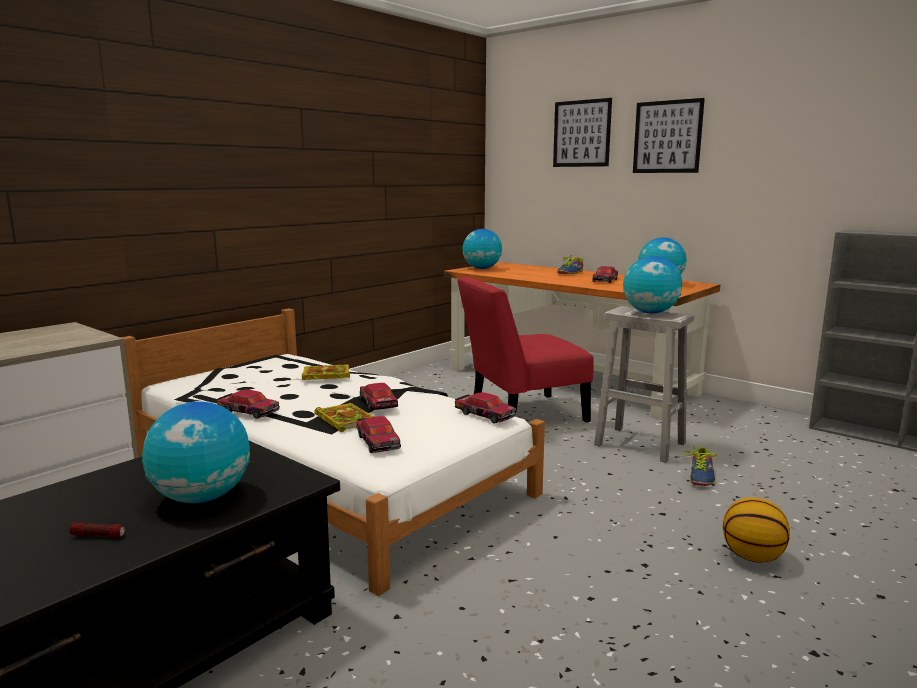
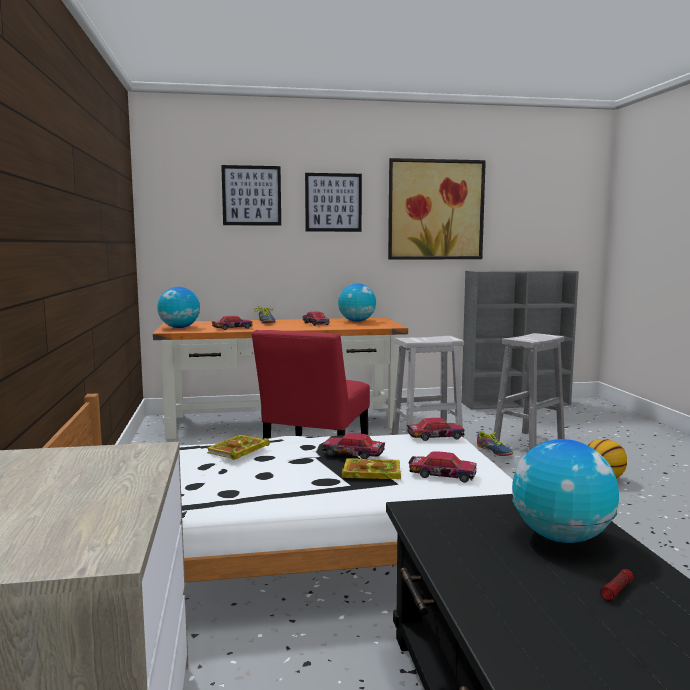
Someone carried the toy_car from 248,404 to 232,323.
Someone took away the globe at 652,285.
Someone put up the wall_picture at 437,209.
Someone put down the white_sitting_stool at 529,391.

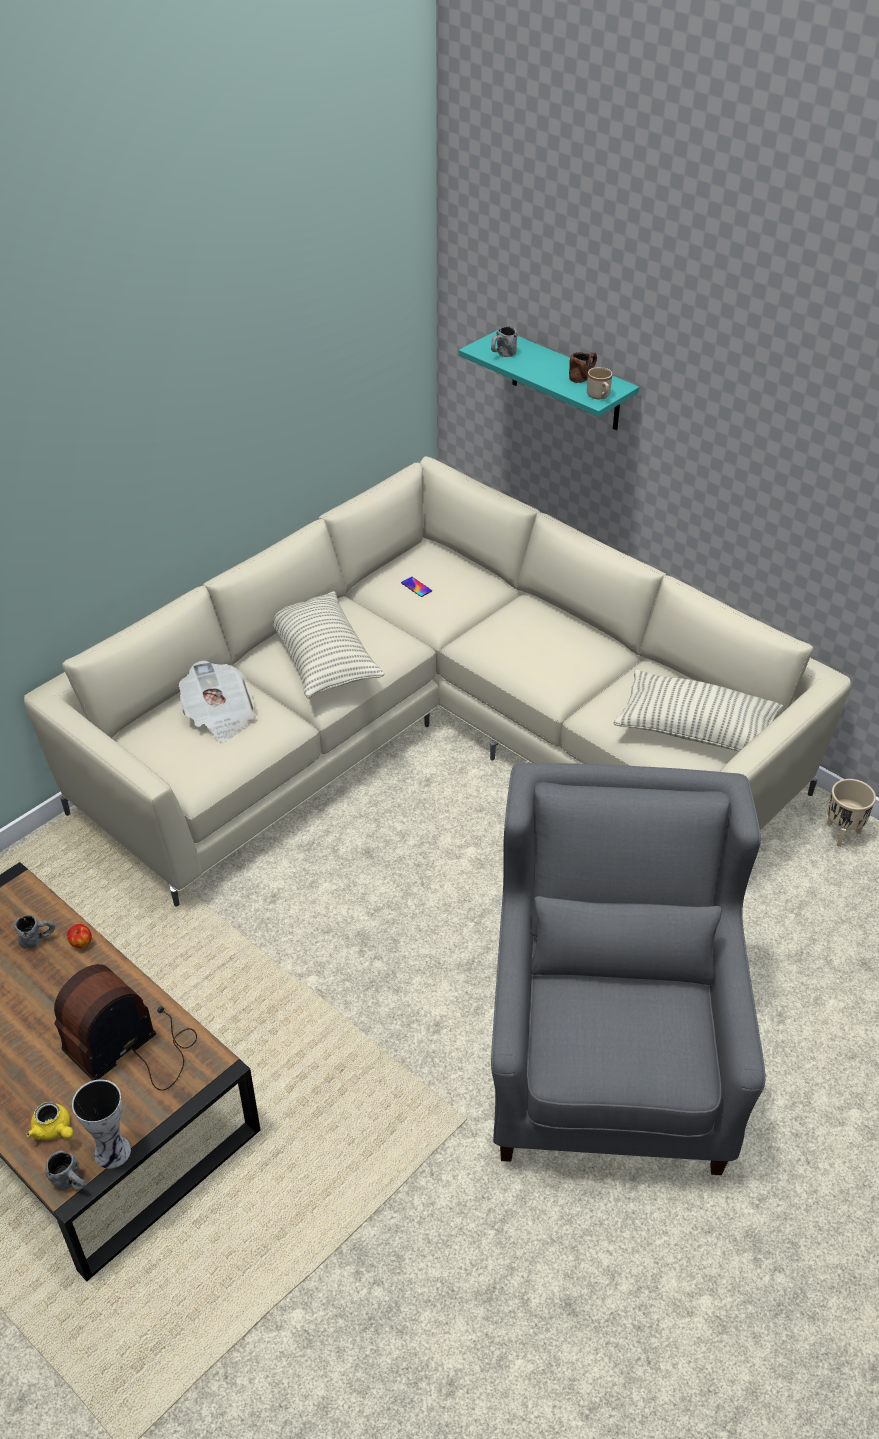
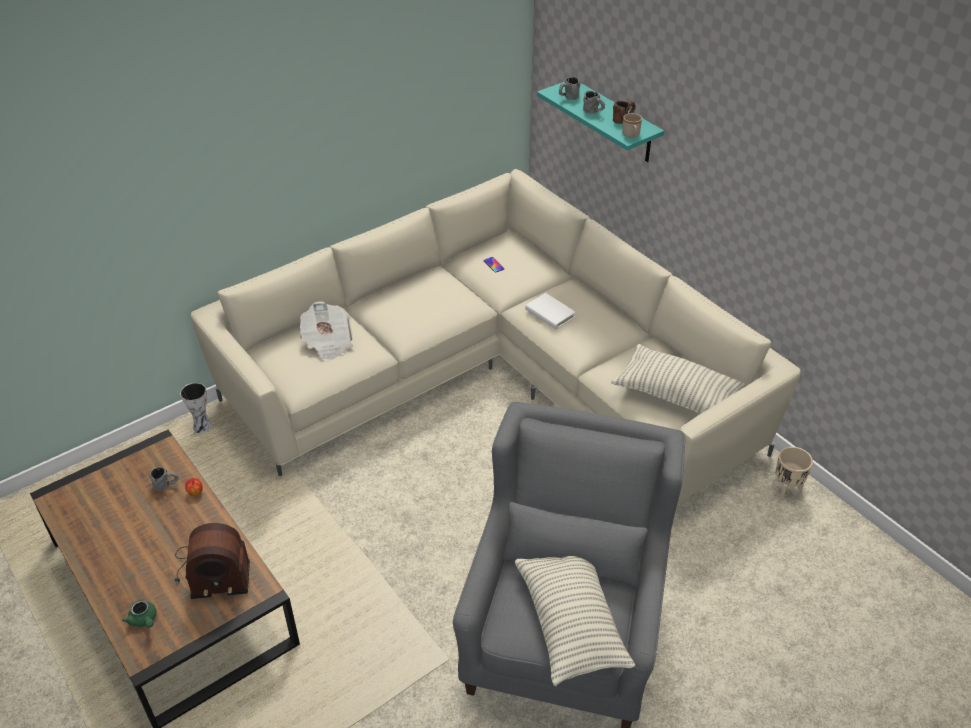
Someone repainted the yellowish_teapot at 49,1121, which became the green_teapot at 139,614.
Someone carried the grey_tea_mug from 65,1170 to 594,102.
Someone rotated the radio_receiver at 125,1027 by 150 degrees counterclockwise.
Someone carried the decorative_vase from 101,1124 to 196,408.
Someone carried the cushion from 328,645 to 575,621.
Someone put down the white_volume at 550,311.

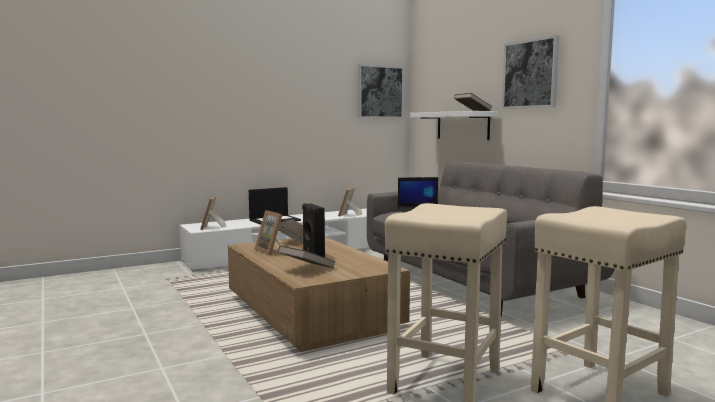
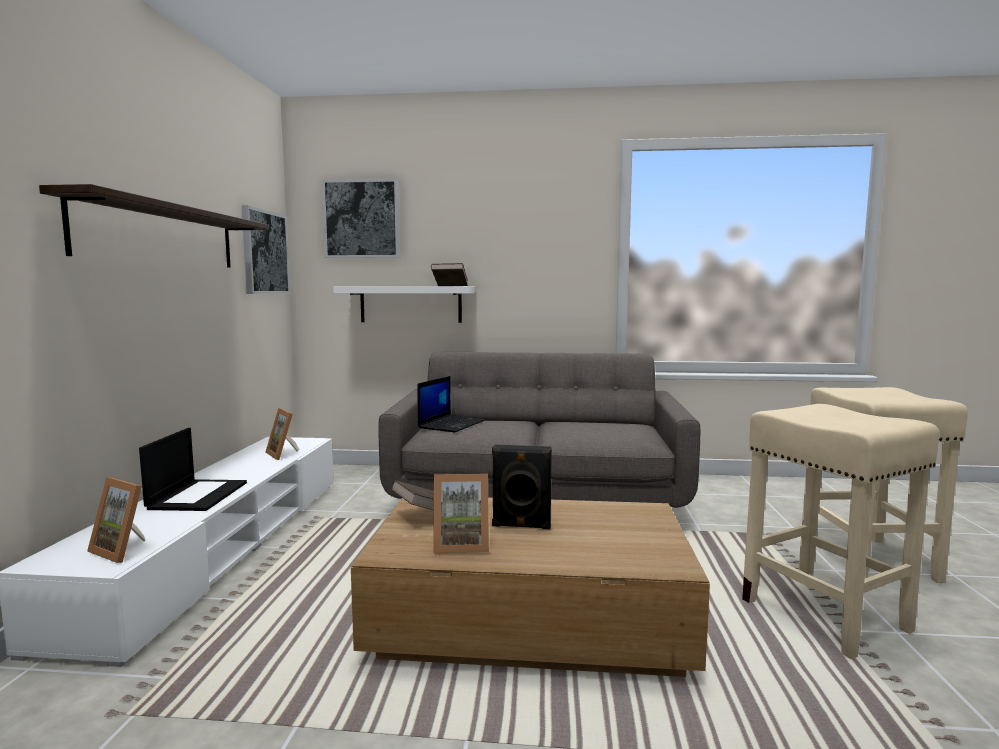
Someone took away the brown-coloured_volume at 307,257.
Someone carried the wall_picture from 531,72 to 361,218.
Someone put up the wall_shelf at 154,226.

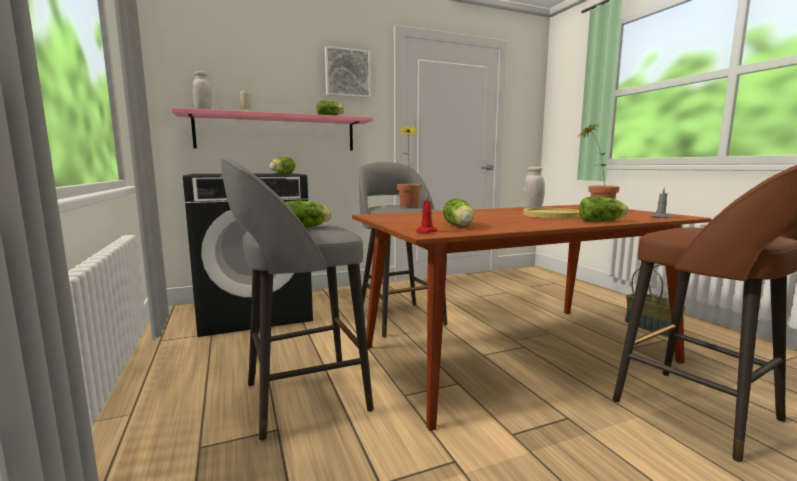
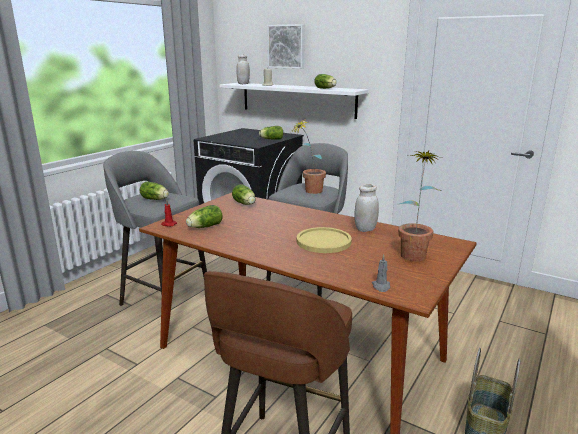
Someone repainted the pink_wall_shelf at 272,129, which became the white_wall_shelf at 294,101.
Someone carried the wall_picture from 348,72 to 286,46.
Someone carried the head_of_lettuce from 603,209 to 244,194.

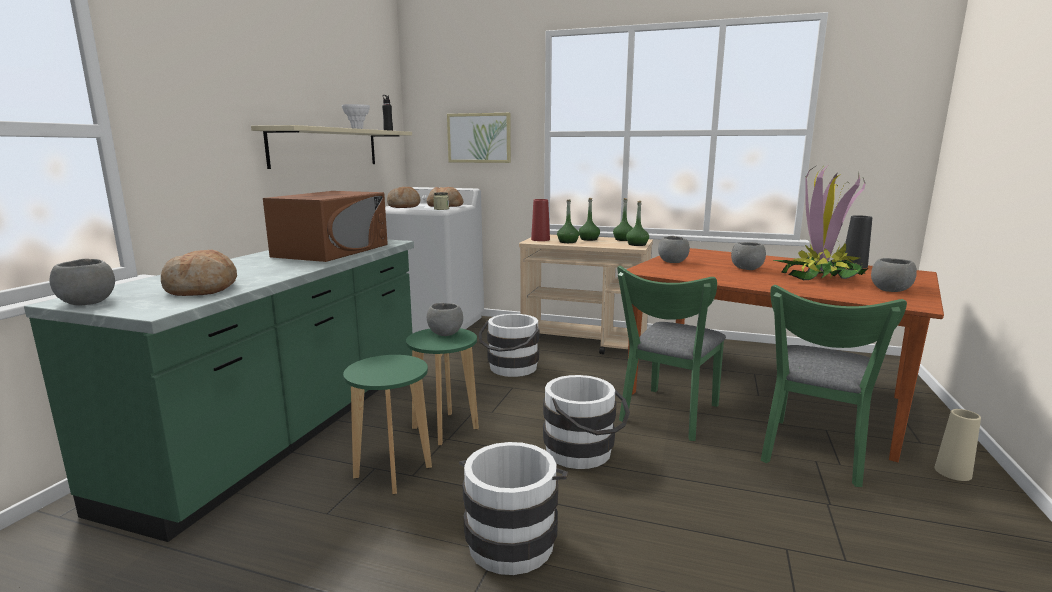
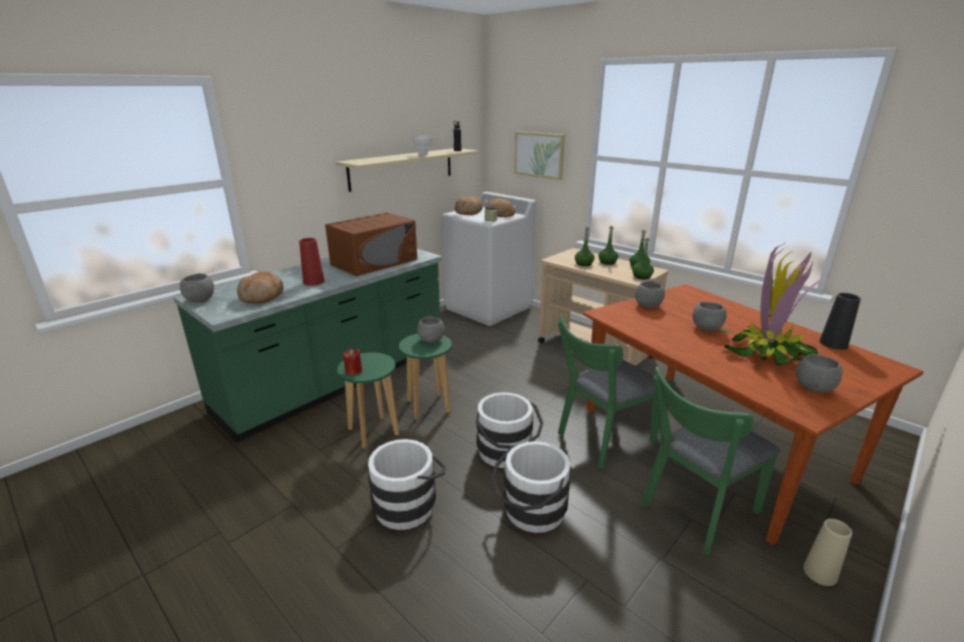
Someone carried the white_water_bucket from 509,345 to 531,487.
Someone carried the reddish_decorative_vase from 540,220 to 311,262.
Someone put down the reddish_wax_light at 352,362.

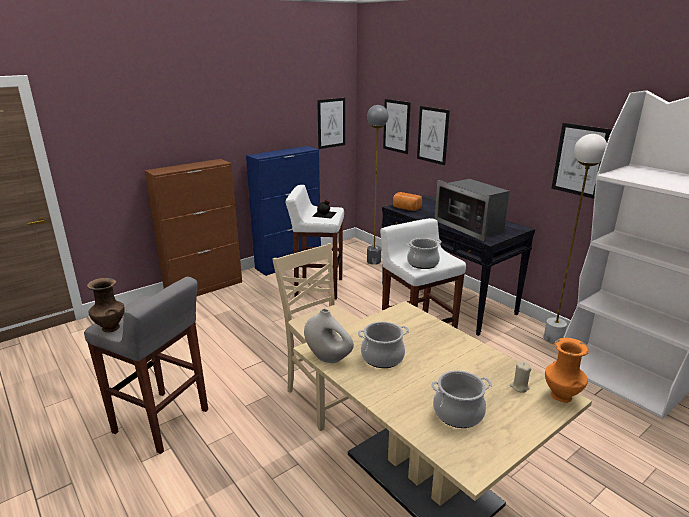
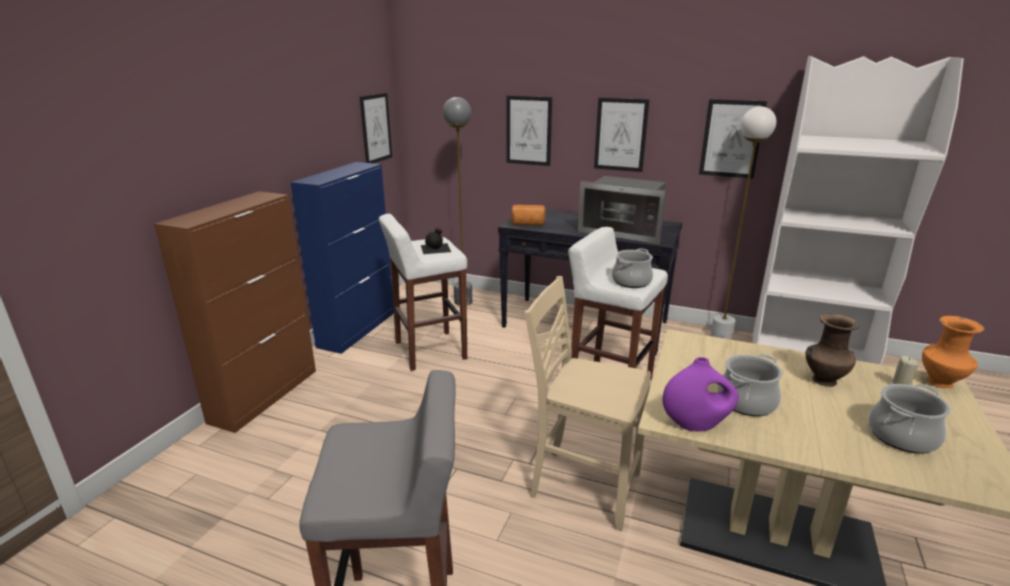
Someone carried the brown-coloured_decorative_vase from 106,305 to 833,350.
Someone repainted the white_decorative_vase at 329,336, which became the purple-coloured_decorative_vase at 700,394.
Someone carried the wall_picture from 397,126 to 621,135.

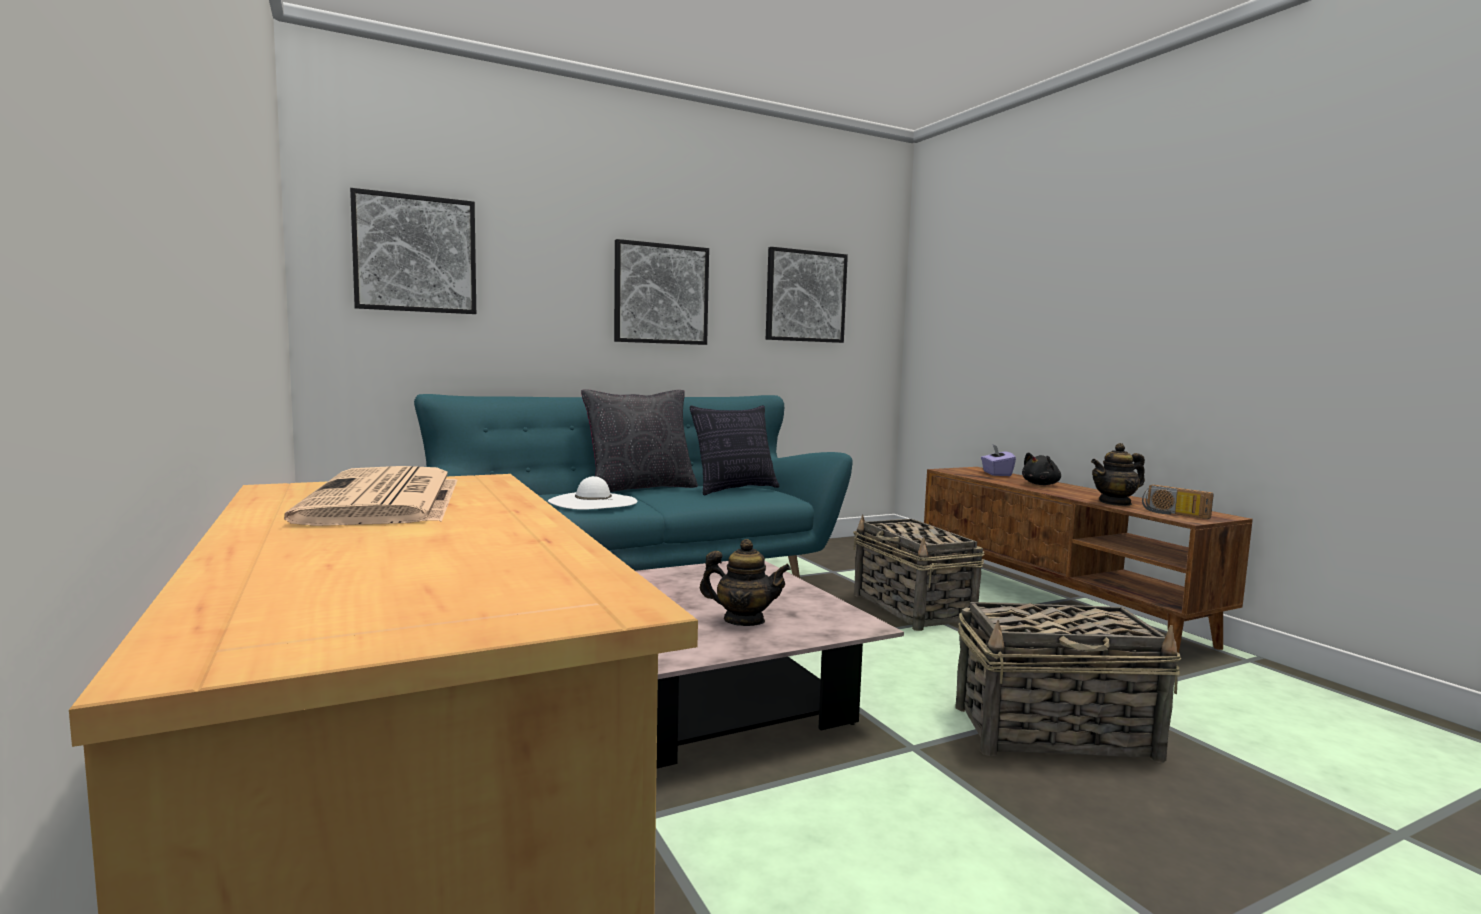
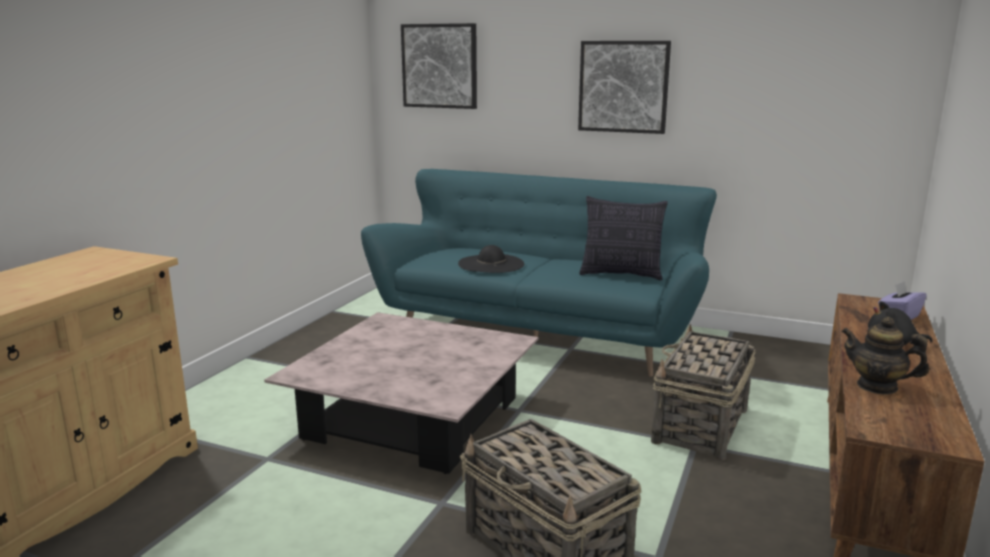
Someone took away the newspaper at 370,496.
Someone repainted the white_wearable_hat at 592,493, which became the black-coloured_wearable_hat at 491,259.
Someone took away the black-coloured_cushion at 639,440.
Someone took away the teapot at 745,582.
Someone took away the wall_picture at 807,295.
Someone took away the radio_receiver at 1178,502.

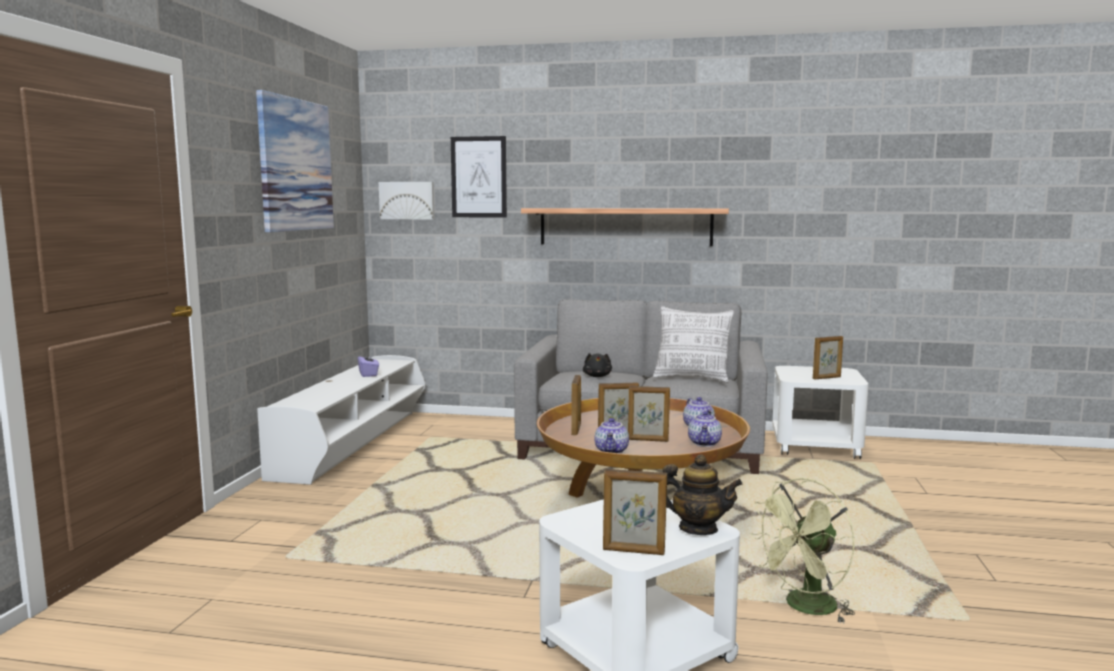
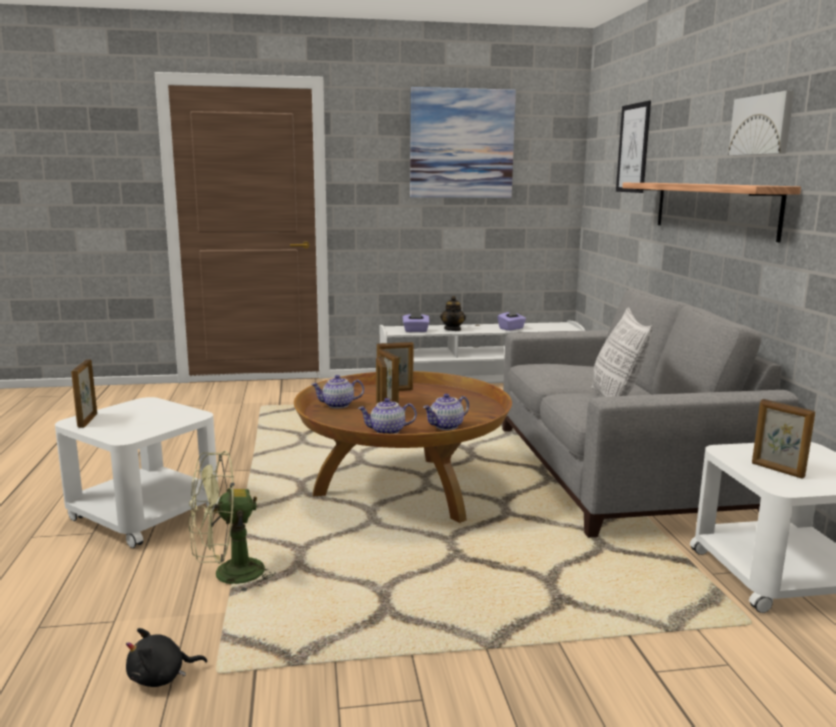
Someone carried the wall_picture from 406,200 to 761,123.
Someone carried the black-coloured_cuddly_toy from 597,365 to 166,657.
Someone carried the teapot from 702,495 to 453,313.
Someone rotated the green_cooling_fan at 802,551 by 60 degrees counterclockwise.
Someone put down the purple-coloured_tissue_box at 416,321.

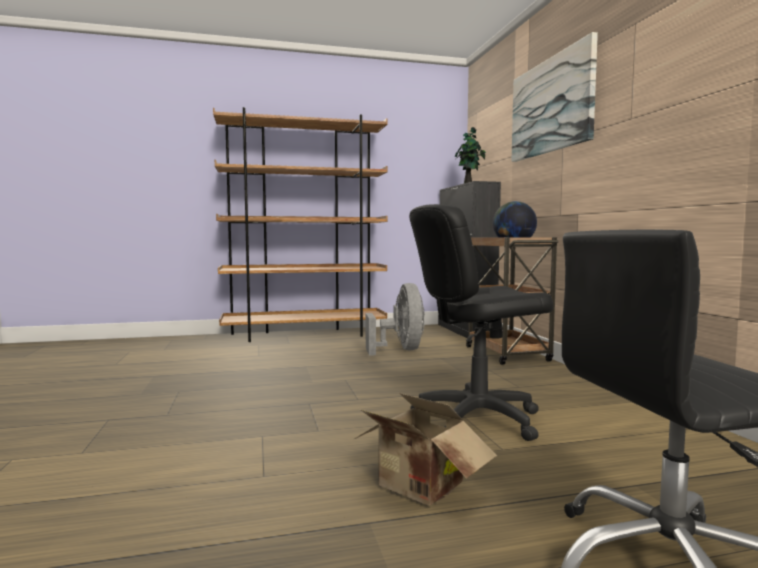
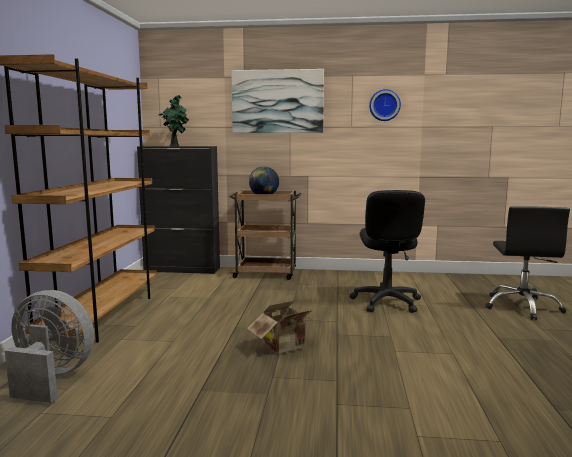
Someone carried the carton from 425,449 to 281,327.
Someone carried the grey_cooling_fan from 395,319 to 49,346.
Someone put up the clock_on_the_wall at 385,105.

